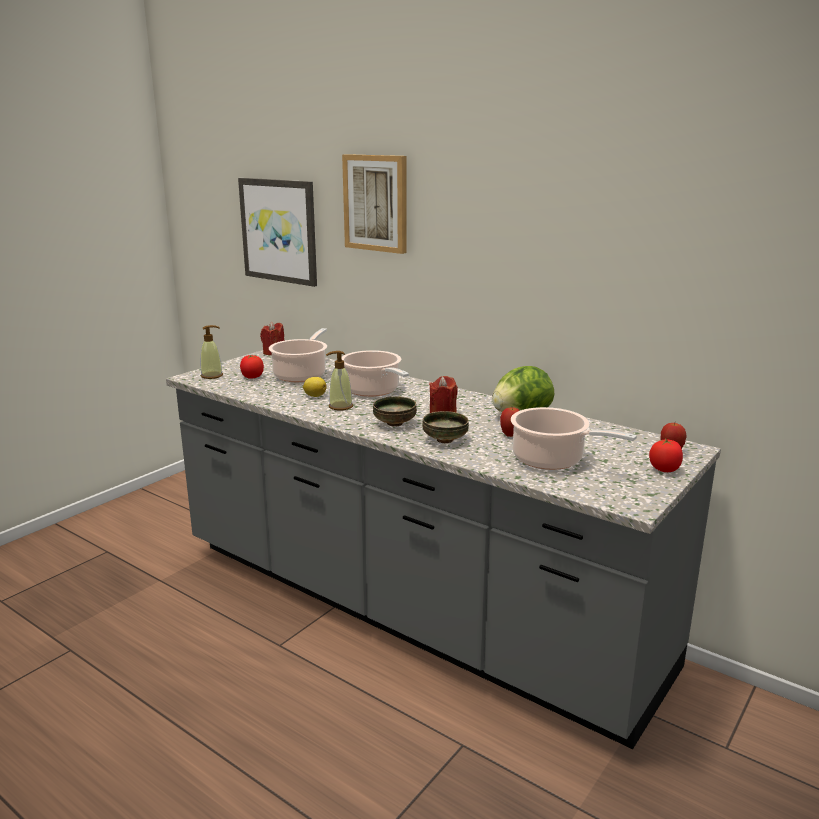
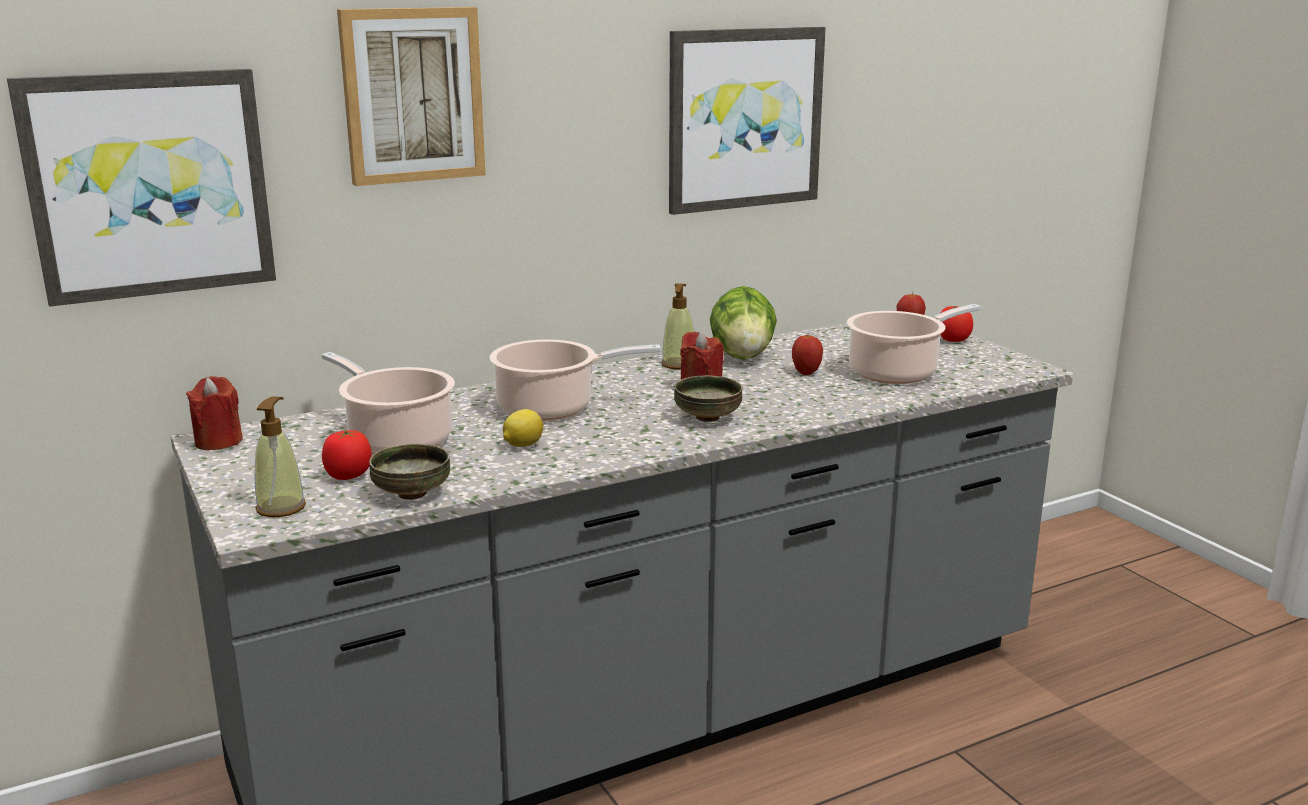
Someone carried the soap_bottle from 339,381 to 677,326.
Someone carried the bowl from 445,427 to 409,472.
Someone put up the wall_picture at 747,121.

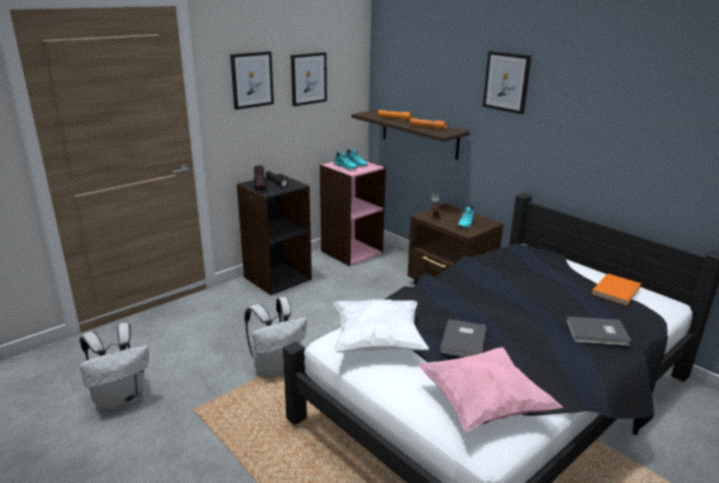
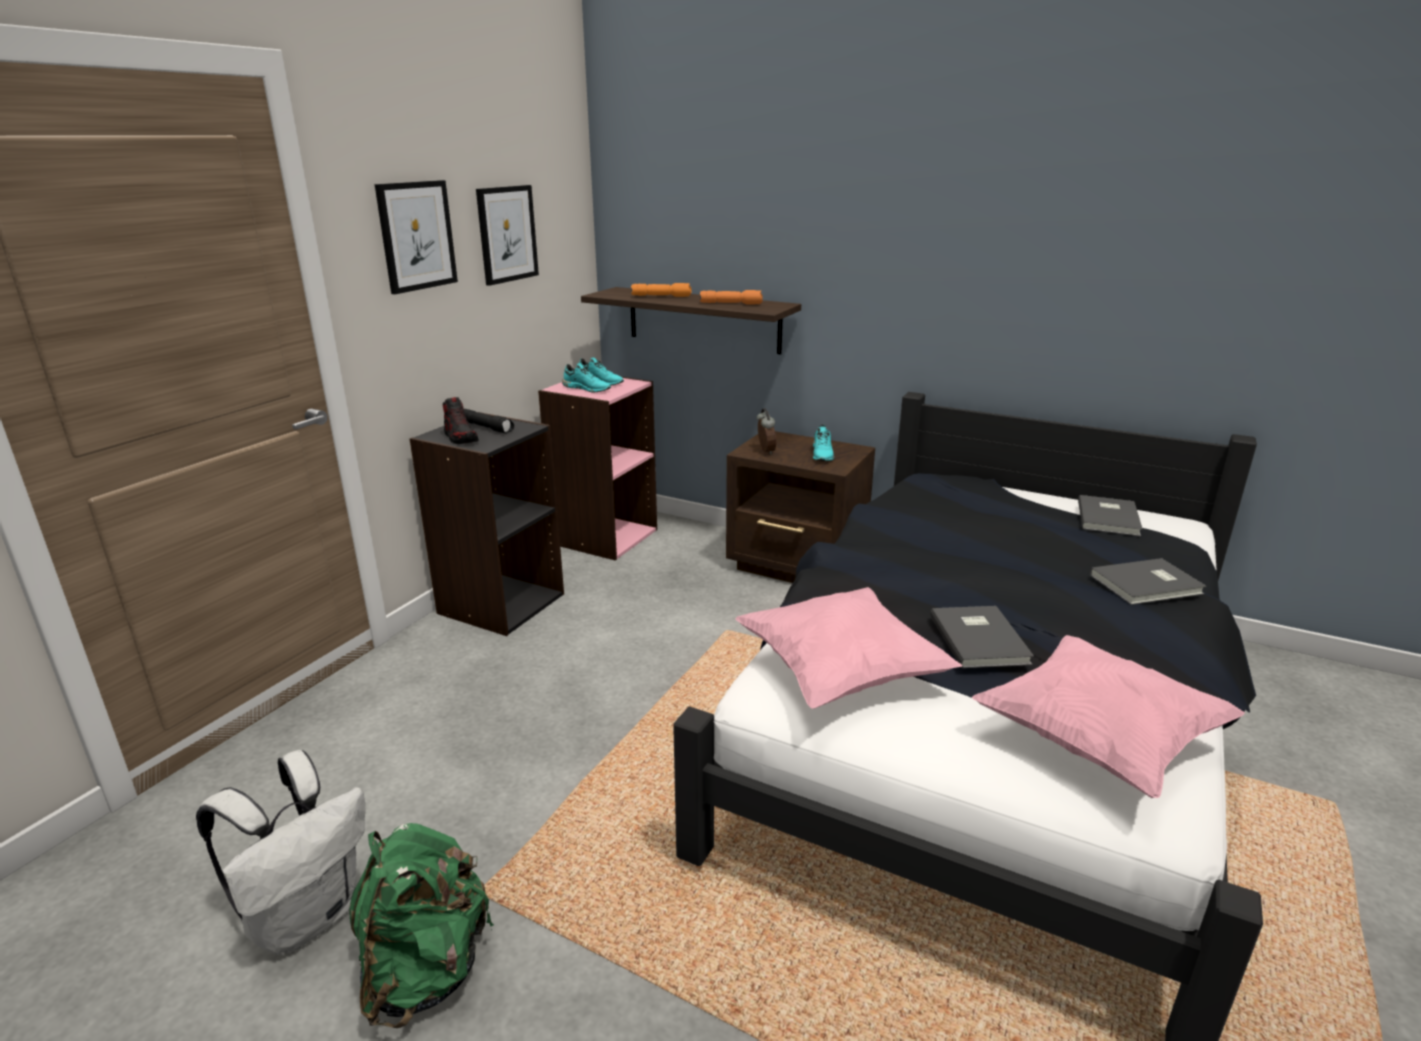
Someone took away the white_knapsack at 275,337.
Someone repainted the white_cushion at 381,326, which became the pink_cushion at 849,648.
Someone took away the wall_picture at 507,82.
Someone repainted the orange_volume at 616,289, which became the grey_volume at 1110,515.
Someone put down the green_knapsack at 421,925.

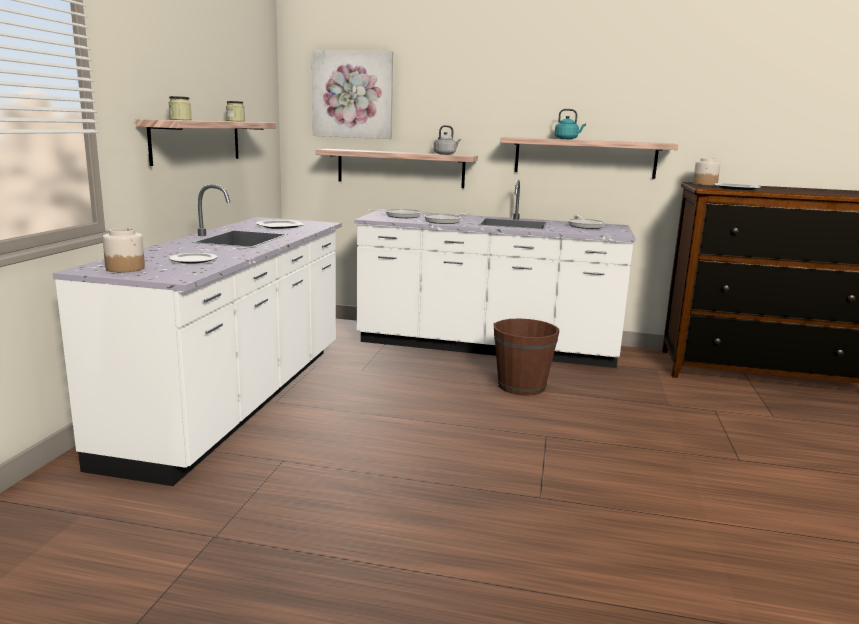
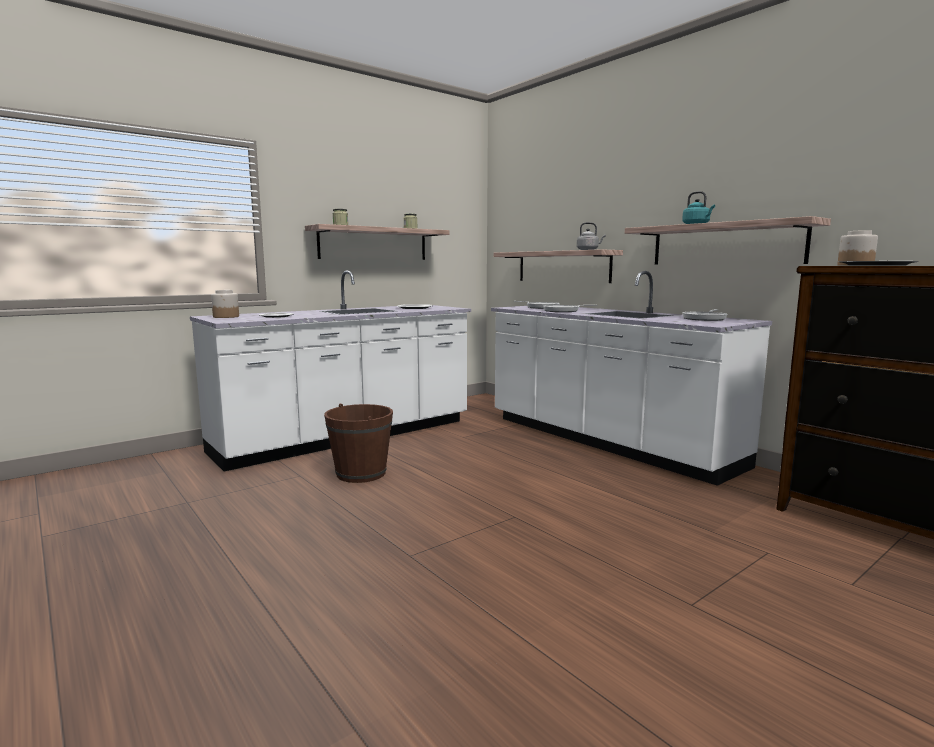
Someone took away the wall_picture at 352,94.
Someone carried the brown-coloured_water_bucket from 527,356 to 358,443.

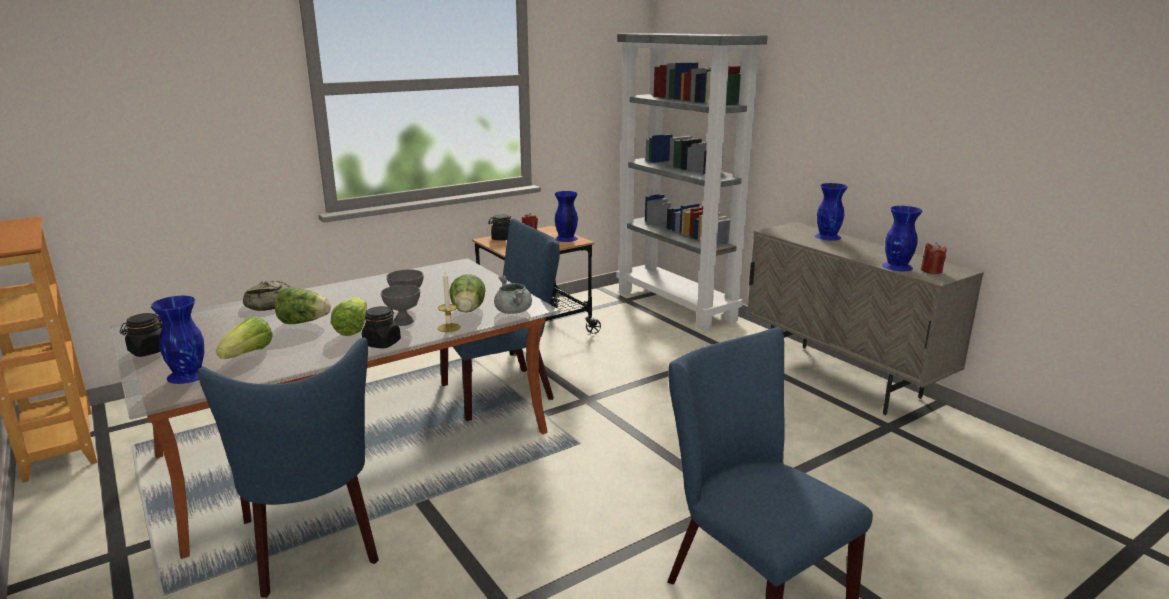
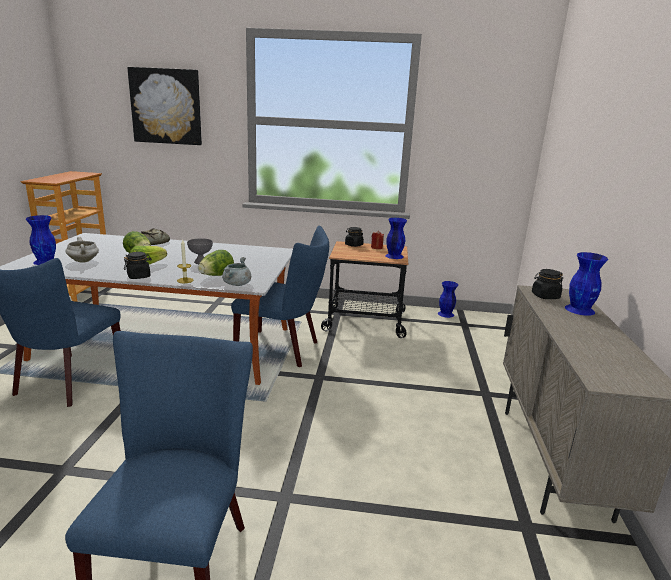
Someone carried the black-coloured_storage_jar from 141,335 to 547,284.
Someone swapped the head_of_lettuce at 244,337 for the white_stockpot at 82,249.
Someone took away the grey_bowl at 400,305.
Someone took away the grey_shelving_unit at 692,182.
Someone carried the bluish_decorative_vase from 902,238 to 448,299.
Someone took away the reddish_wax_light at 933,258.
Someone put up the wall_picture at 164,106.

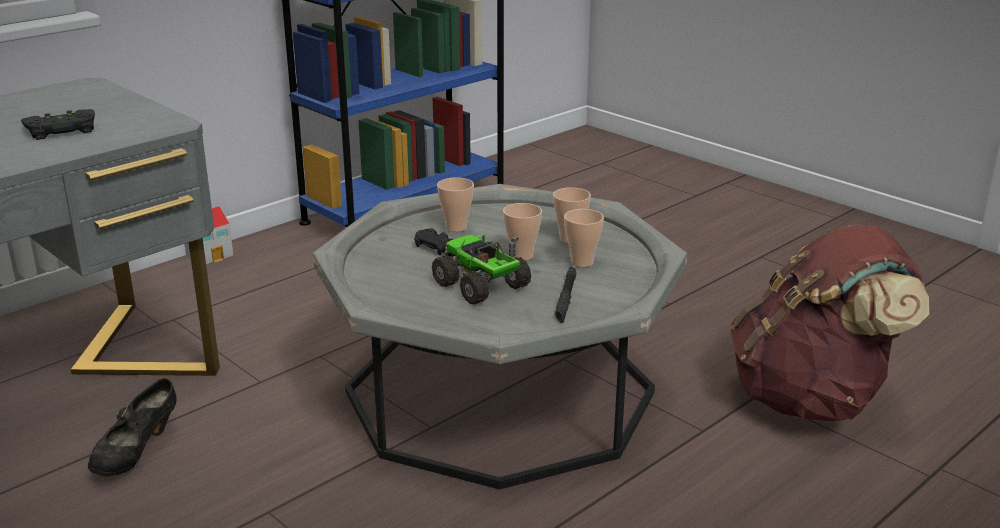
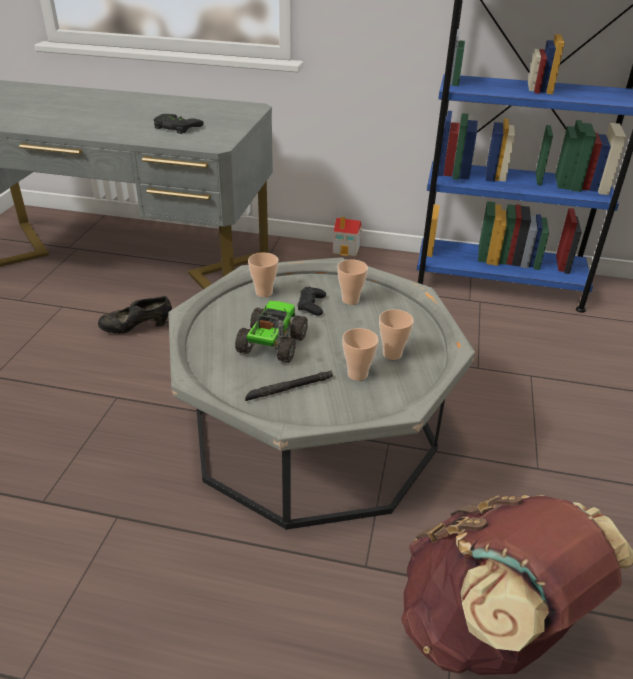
Someone carried the drinking_cup from 522,231 to 263,275.

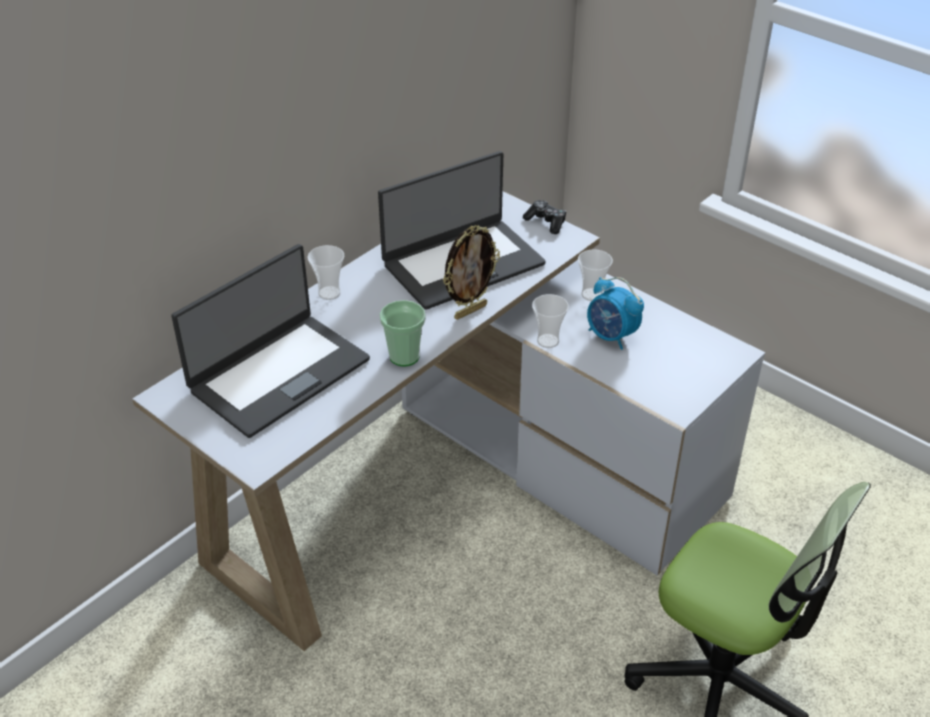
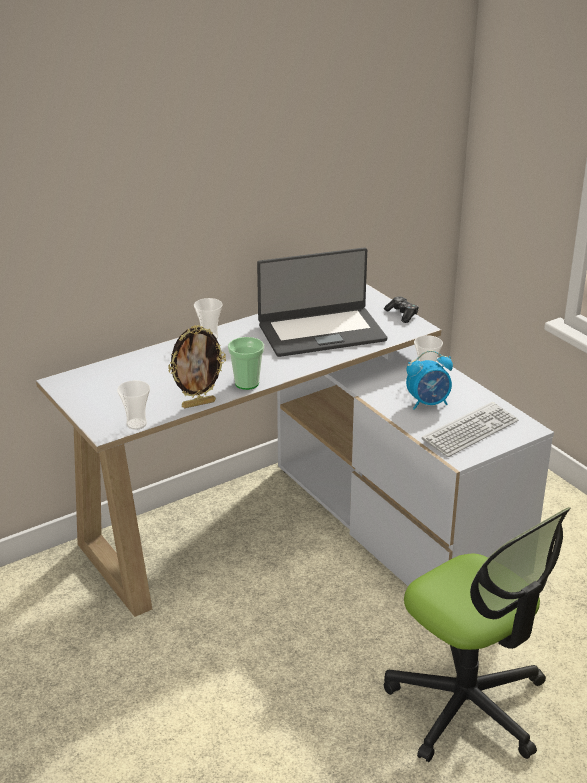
Someone took away the portable_computer at 270,341.
Someone carried the standing_frame from 471,272 to 197,366.
Someone carried the drinking_cup from 550,321 to 133,405.
Someone rotated the bedside_clock at 615,313 by 75 degrees counterclockwise.
Someone put down the computer_keyboard at 470,429.

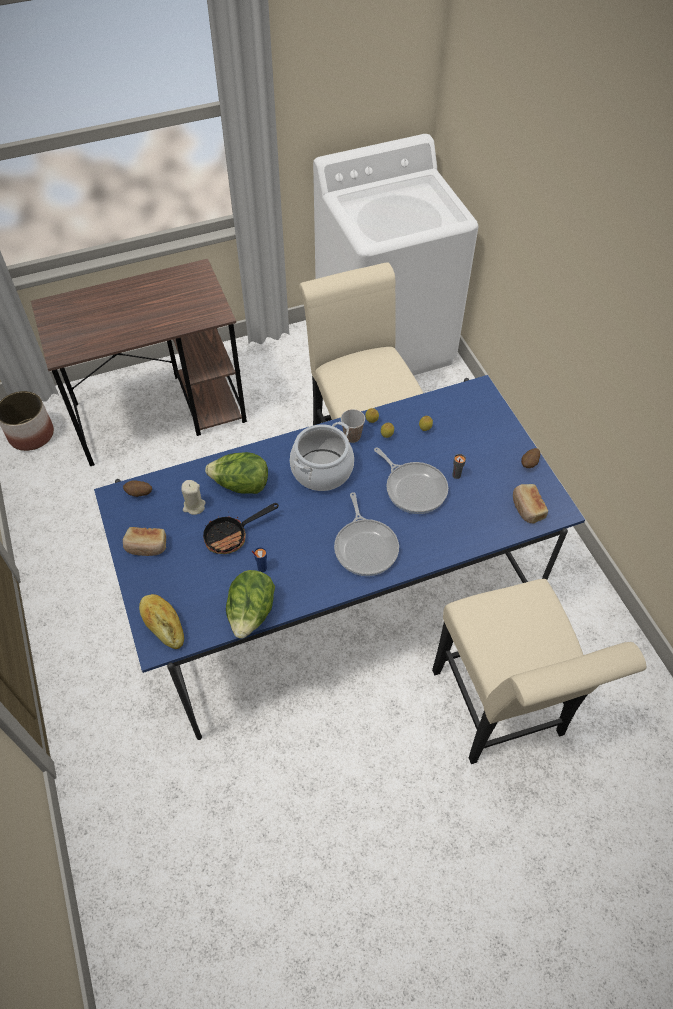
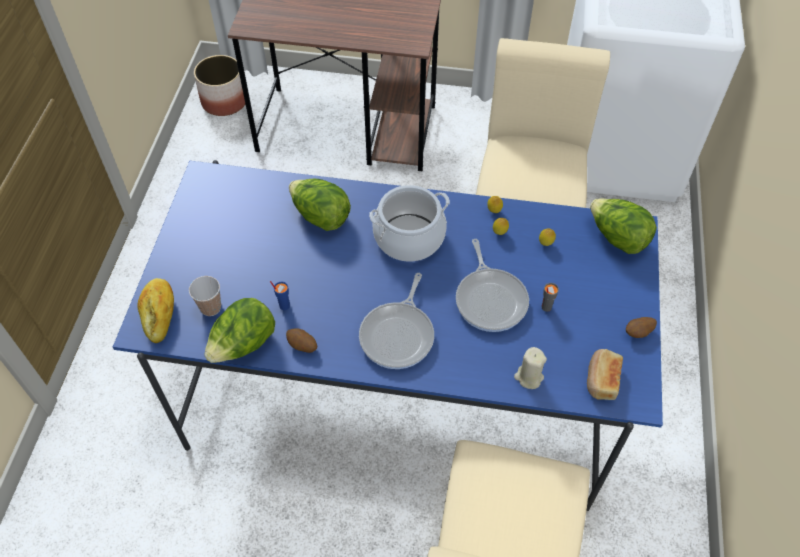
Someone carried the spud from 137,488 to 301,340.
Someone took away the bread at 144,541.
Someone carried the beige_wax_light from 193,497 to 530,368.
Someone took away the frying_pan at 241,528.
Someone carried the drinking_cup from 353,426 to 205,296.
Someone put down the head_of_lettuce at 623,226.

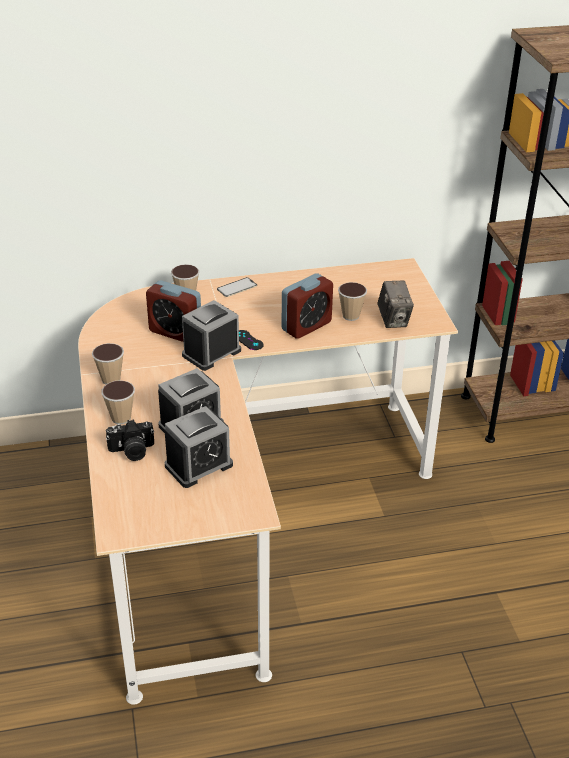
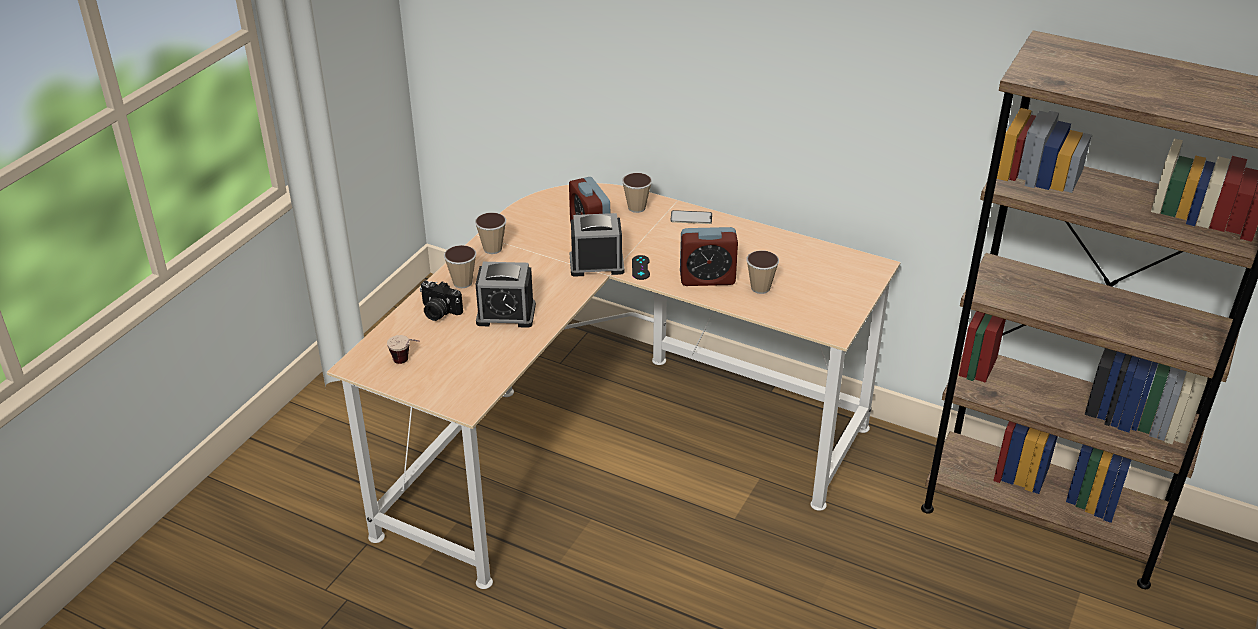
Someone took away the bedside_clock at 198,447.
Someone took away the photo_camera at 395,304.
Someone put down the drinking_cup at 403,349.

